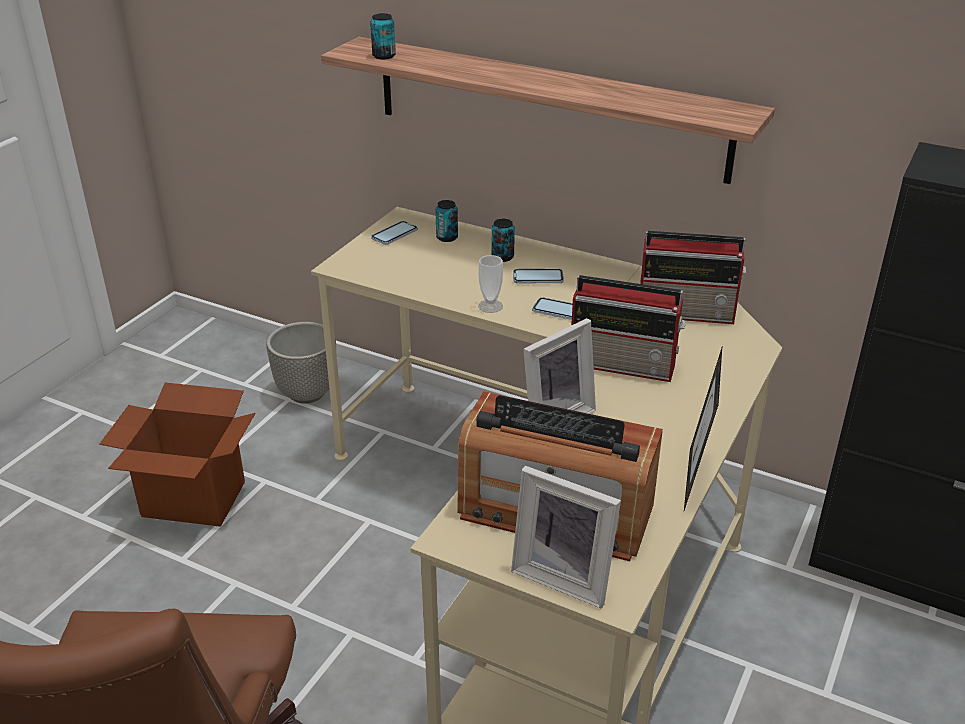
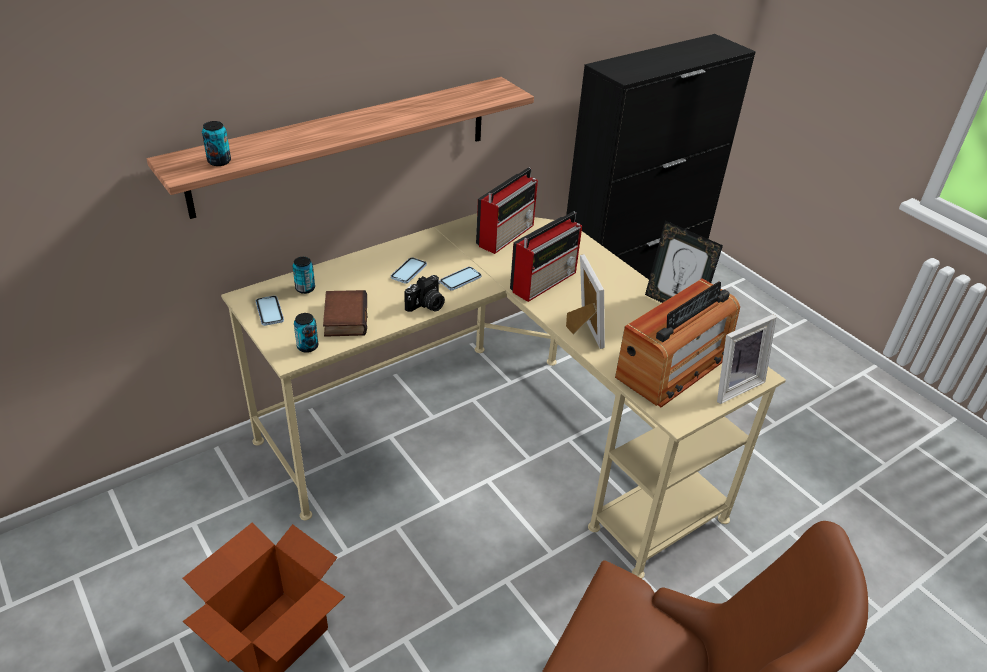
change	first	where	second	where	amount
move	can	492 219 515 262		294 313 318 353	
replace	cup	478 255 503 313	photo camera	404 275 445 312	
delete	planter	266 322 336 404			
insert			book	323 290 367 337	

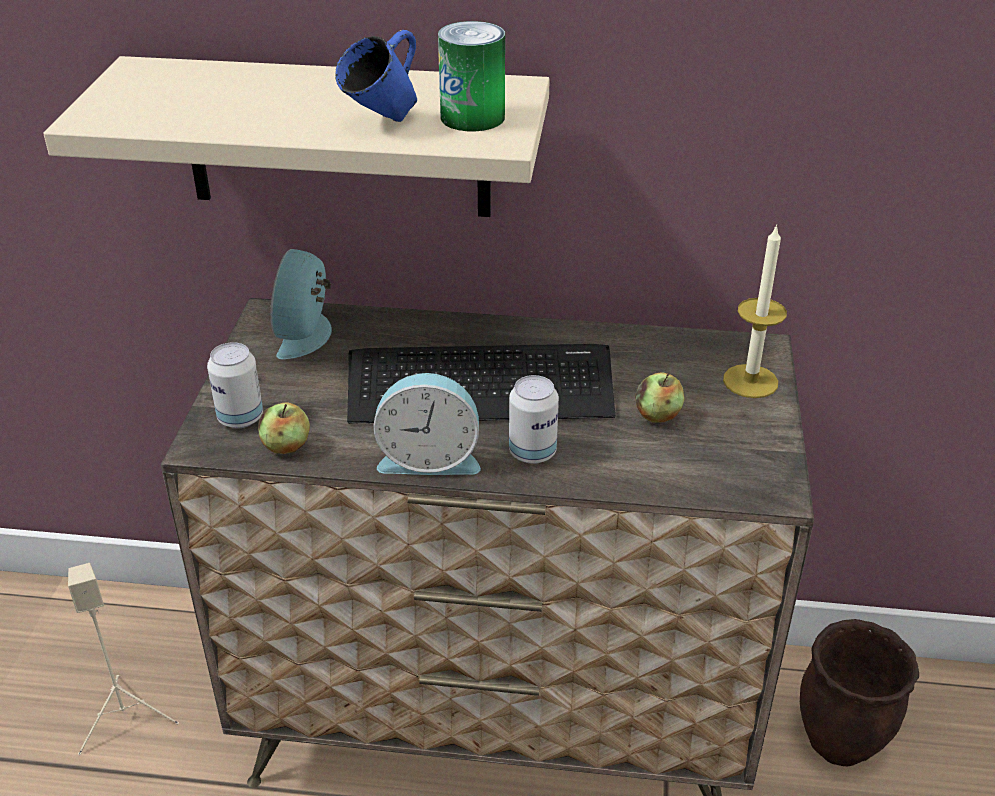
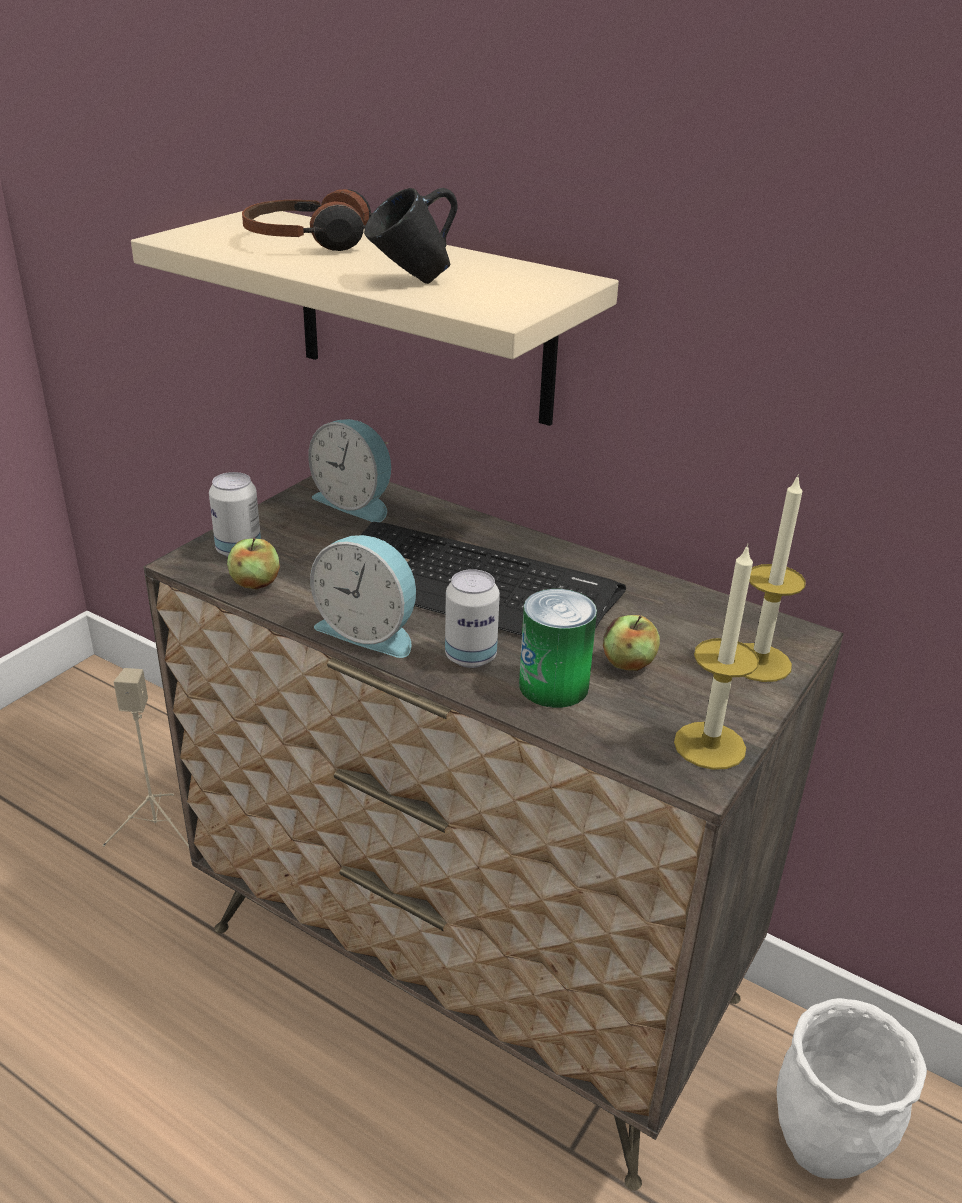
change	first	where	second	where	amount
move	can	438 21 505 131		519 589 597 708	
recolor	blue mug	335 30 417 122	black mug	364 188 458 284	
rotate	alarm clock	270 249 332 359		308 419 391 522	90 degrees counterclockwise
recolor	brown planter	800 619 919 766	white planter	777 998 927 1179	
insert			headphones	242 189 372 251	
insert			candle	674 544 759 770	

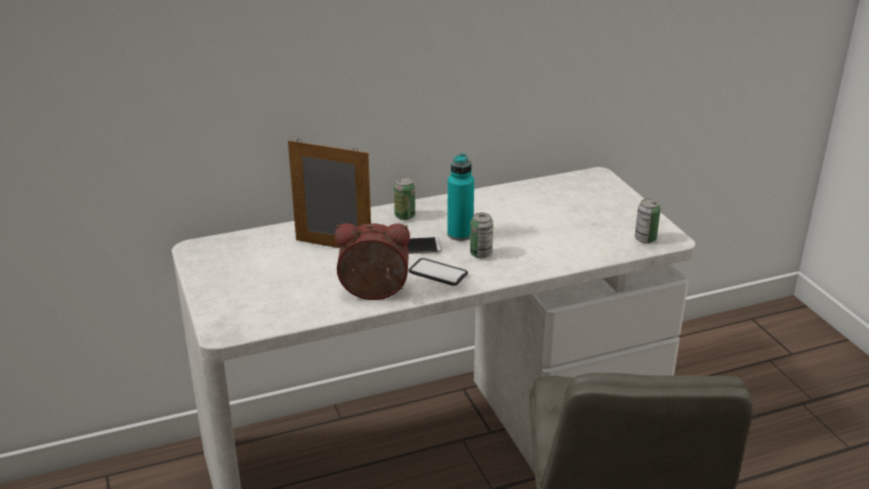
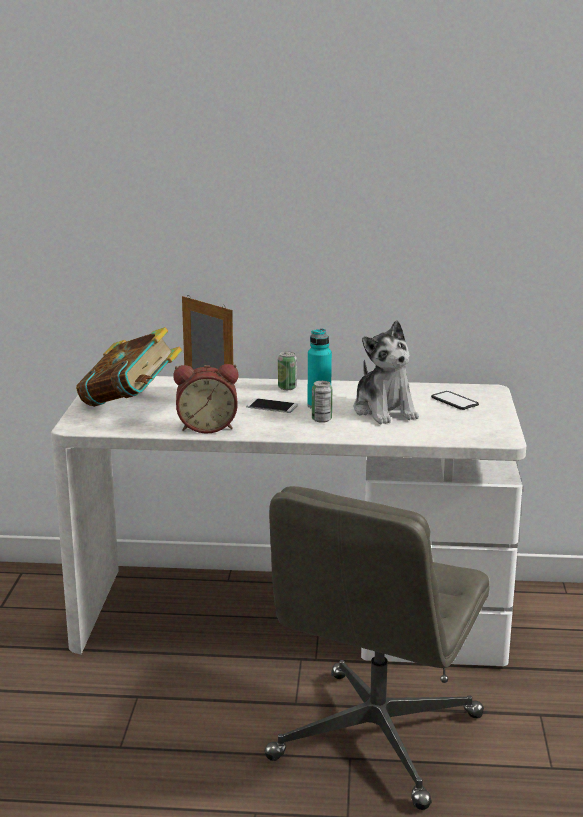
change	first	where	second	where	amount
delete	can	635 199 661 243			
rotate	alarm clock	335 223 410 300		173 364 238 433	150 degrees clockwise
move	phone	409 258 468 286		431 391 479 410	
insert			plush toy	354 320 419 424	
insert			book	76 327 182 407	

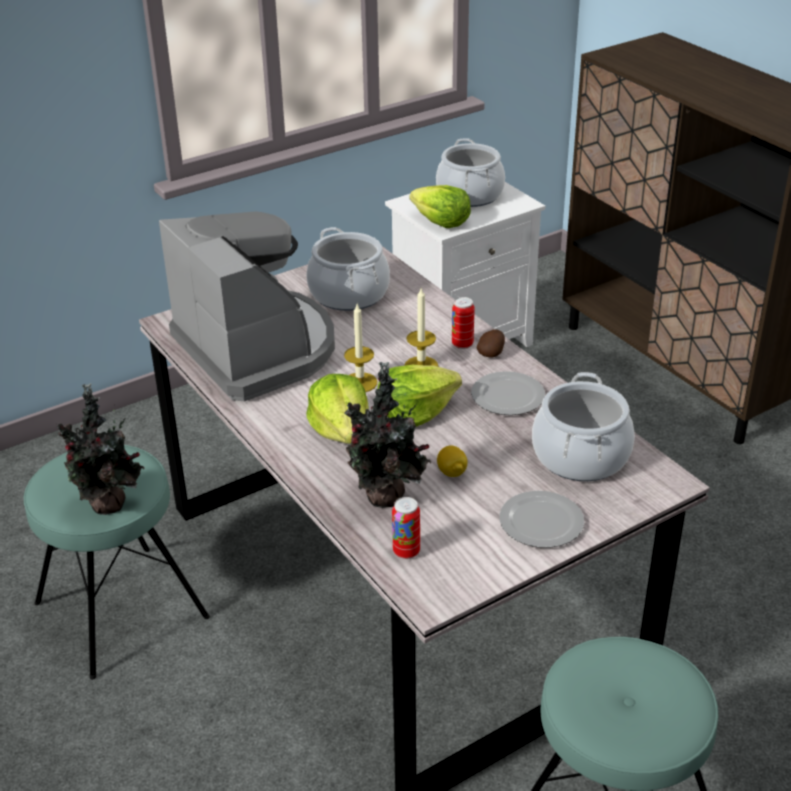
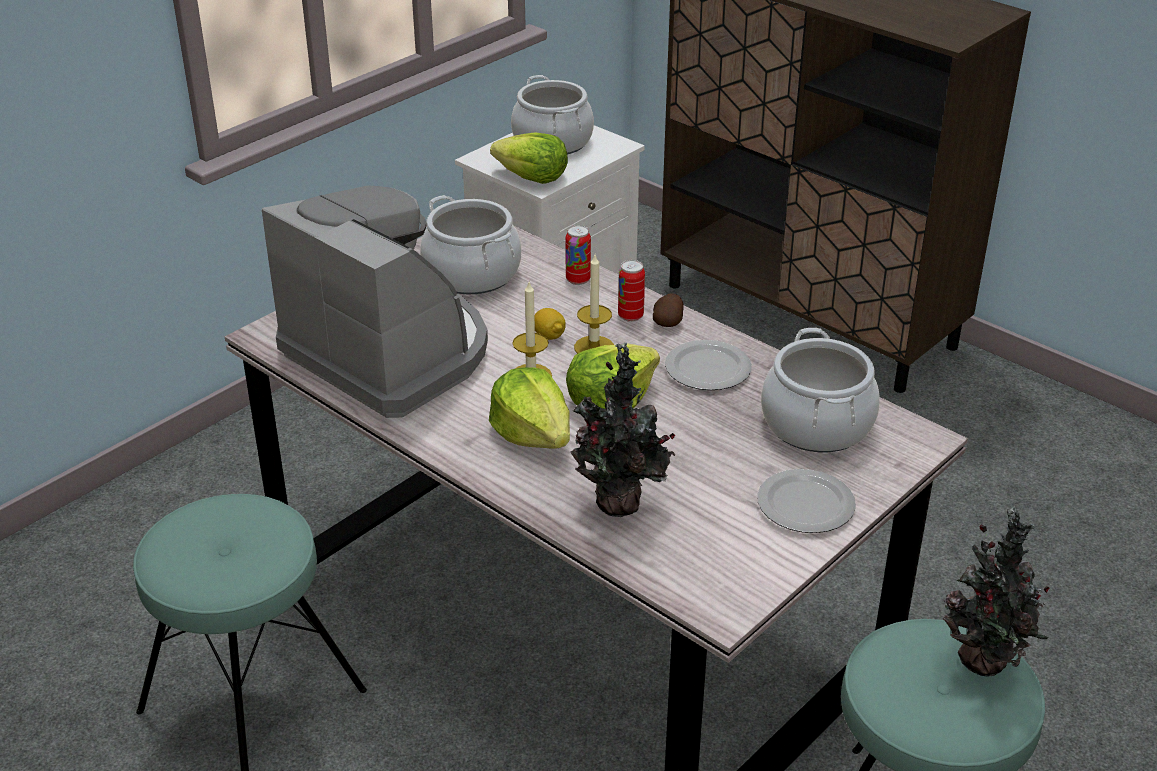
change	first	where	second	where	amount
move	potted plant	57 383 144 515		943 507 1049 676	
move	lemon	437 445 468 477		534 308 566 340	
move	can	392 497 420 559		565 225 591 285	

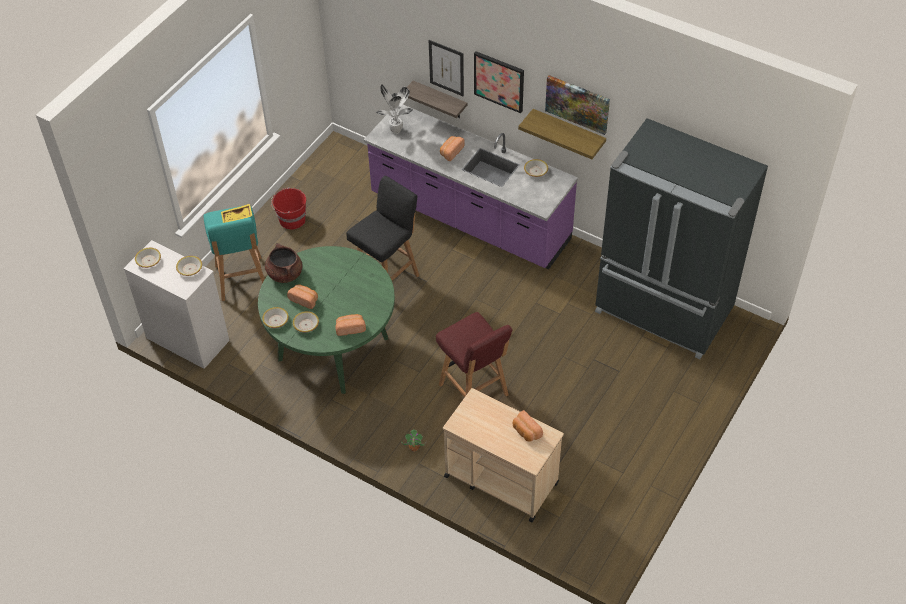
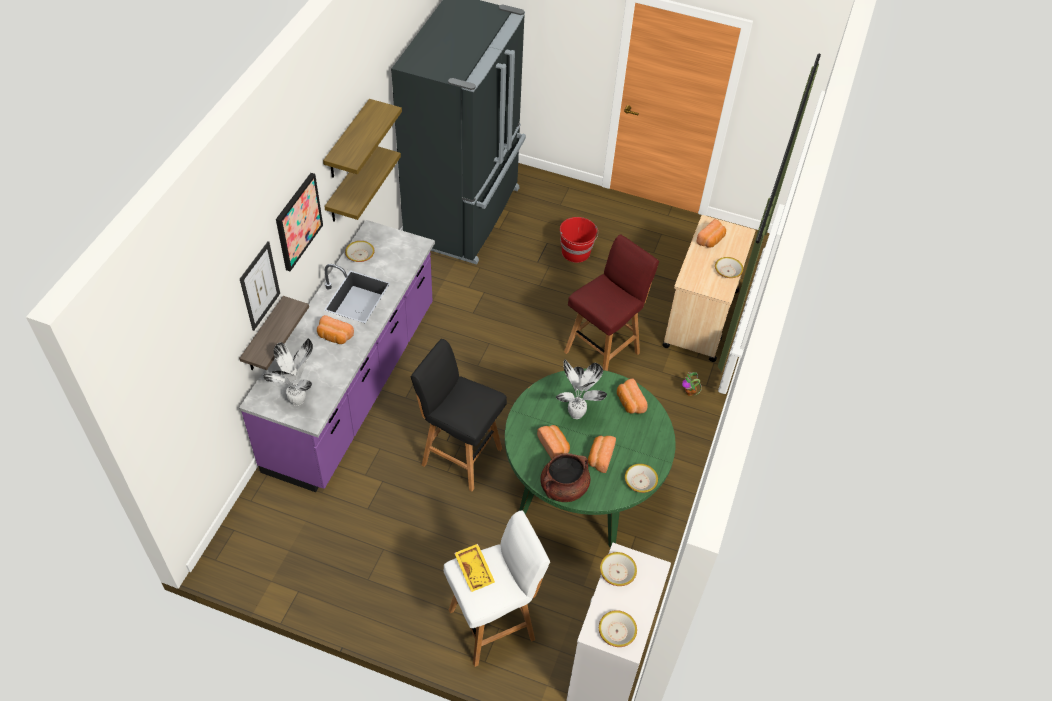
change	first	where	second	where	amount
replace	picture	545 75 610 135	shelf	323 99 402 178	
move	red bucket	271 187 306 230		560 217 598 263	
recolor	turquoise stool	204 206 265 301	white stool	443 510 550 667	
move	bowl	293 311 319 332		715 257 743 278	
insert			potted plant	556 359 607 419	
insert			bread	537 425 570 459	

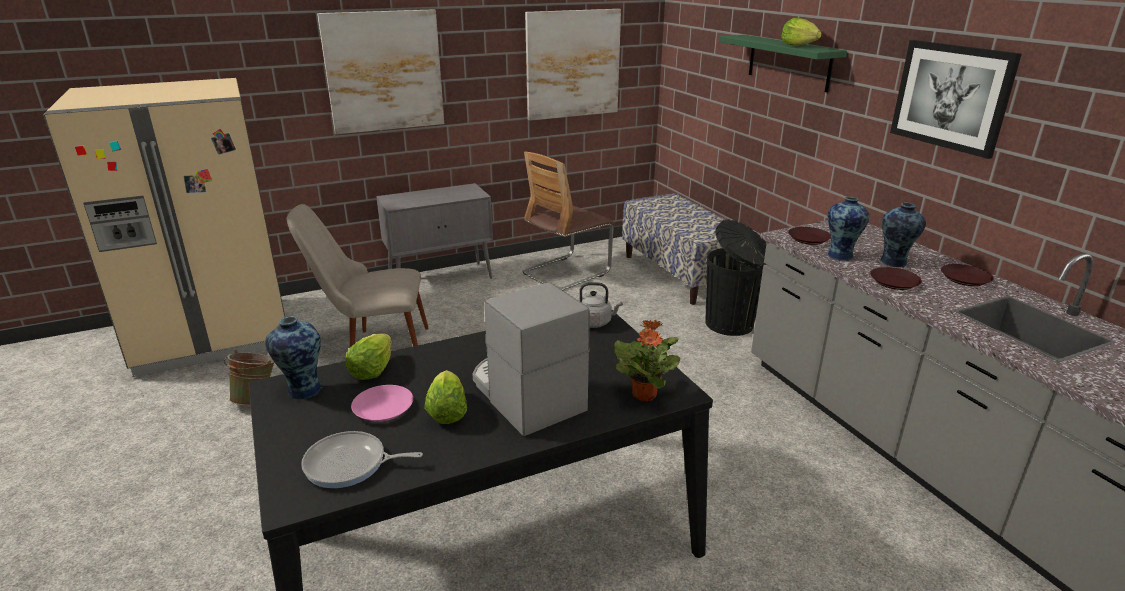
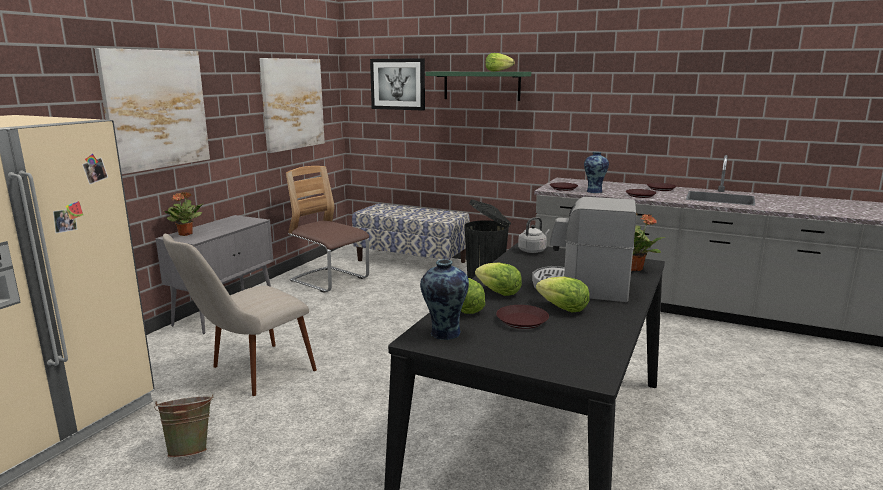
change	first	where	second	where	amount
move	picture	890 40 1022 159		370 58 425 111	
rotate	chair	522 152 614 290		286 166 369 293	120 degrees clockwise
delete	vase	879 202 926 268			
recolor	pink plate	351 385 413 422	brown plate	496 305 549 329	
delete	frying pan	301 431 423 488			
insert			potted plant	165 192 203 236	
insert			lettuce	475 262 522 296	

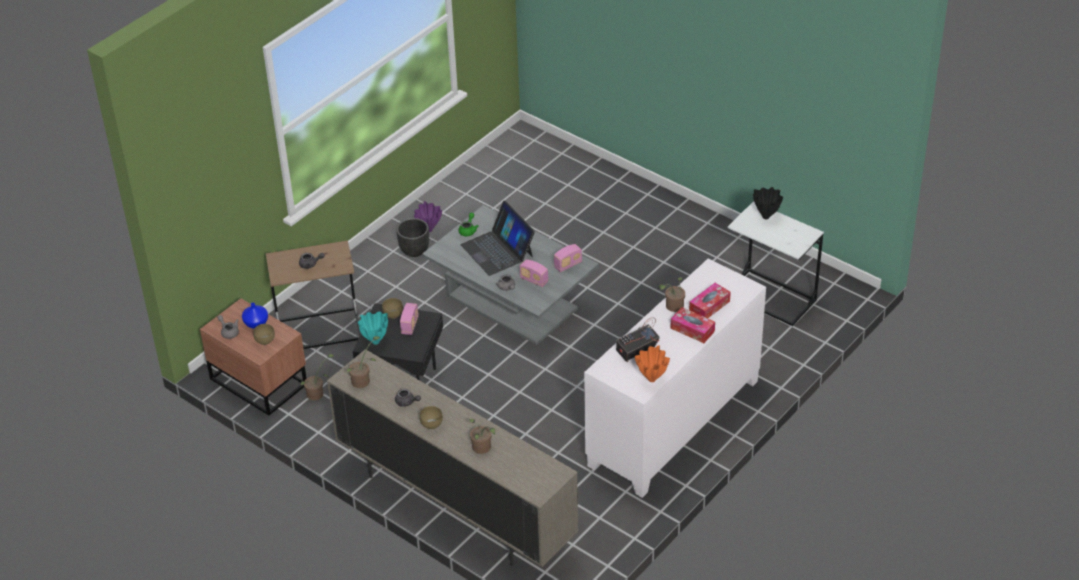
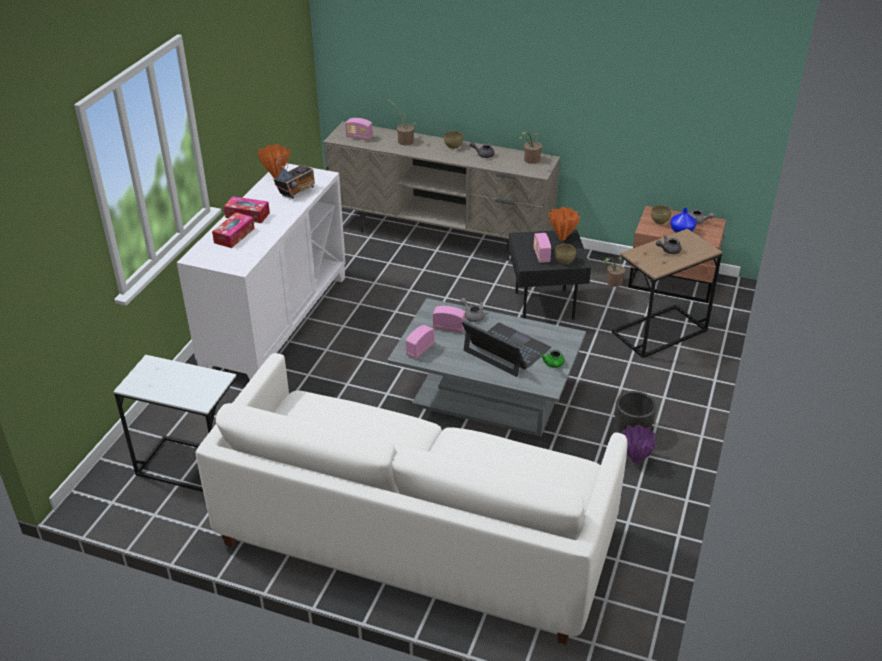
change	first	where	second	where	amount
delete	black vase	753 187 783 219			
delete	potted plant	658 277 685 312			
recolor	turquoise vase	358 311 388 345	orange vase	549 207 580 241	
insert			radio	345 118 373 141	
insert			white sofa	196 353 628 645	

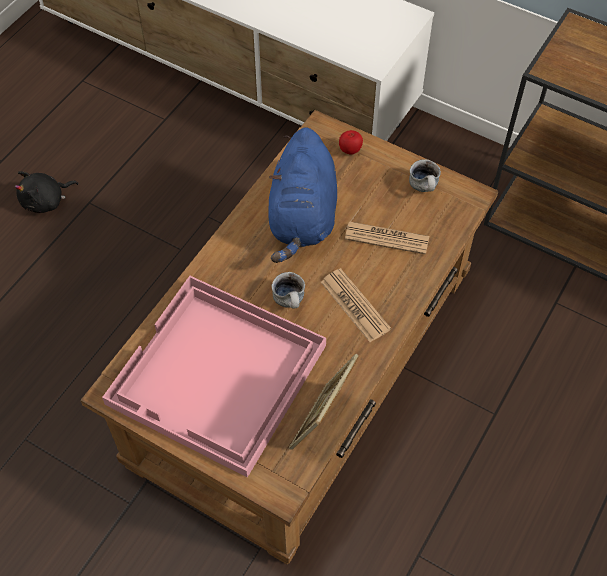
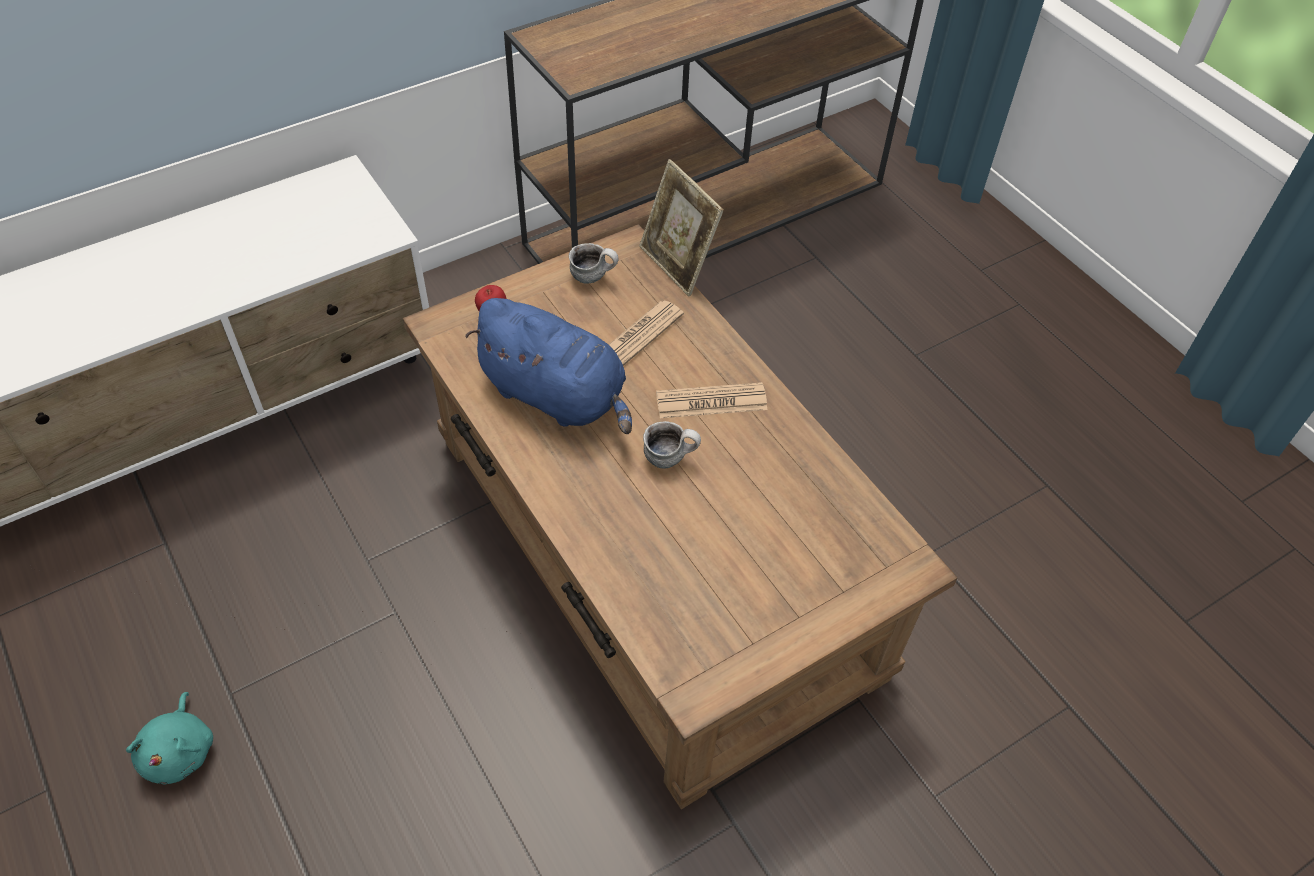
change	first	where	second	where	amount
recolor	black plush toy	15 171 79 213	turquoise plush toy	126 692 213 785	
delete	pink tray	102 276 326 477			
move	picture frame	289 354 359 450		639 159 724 297	

